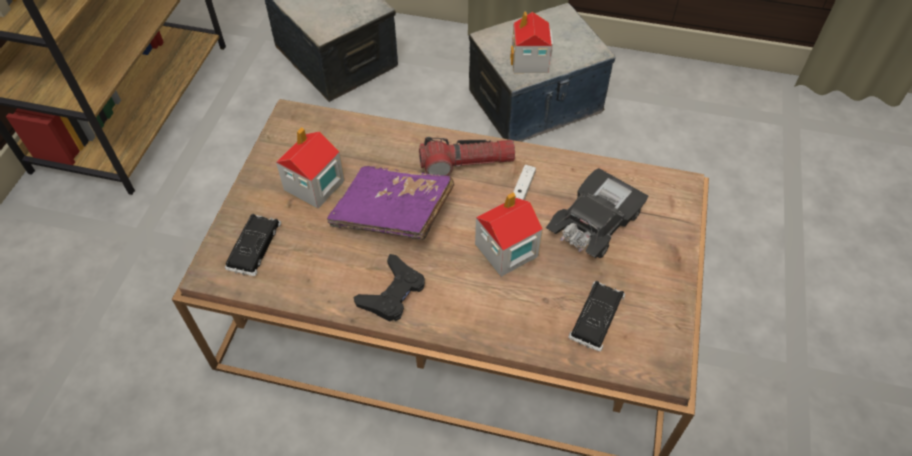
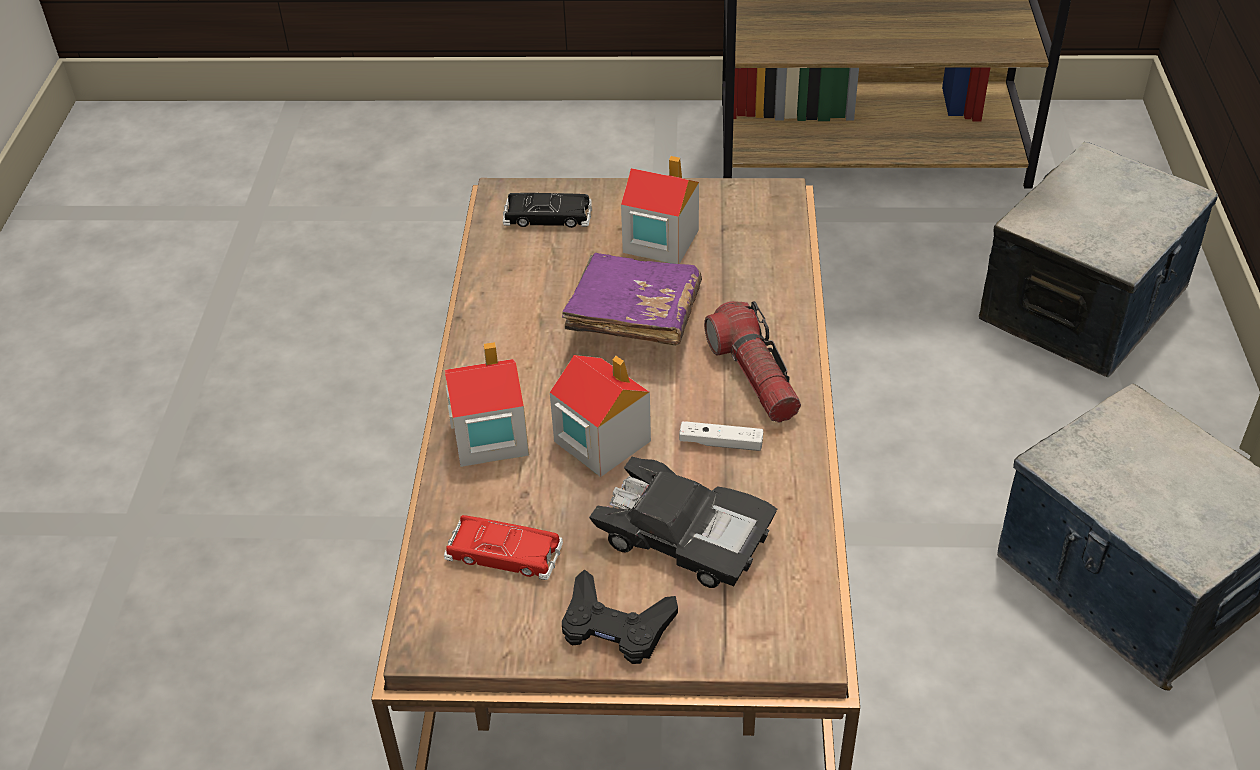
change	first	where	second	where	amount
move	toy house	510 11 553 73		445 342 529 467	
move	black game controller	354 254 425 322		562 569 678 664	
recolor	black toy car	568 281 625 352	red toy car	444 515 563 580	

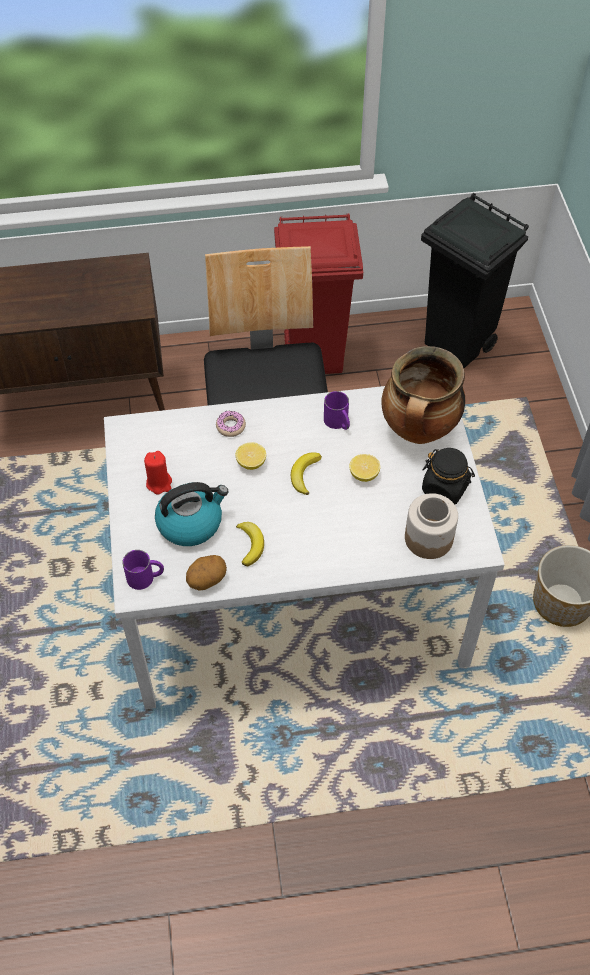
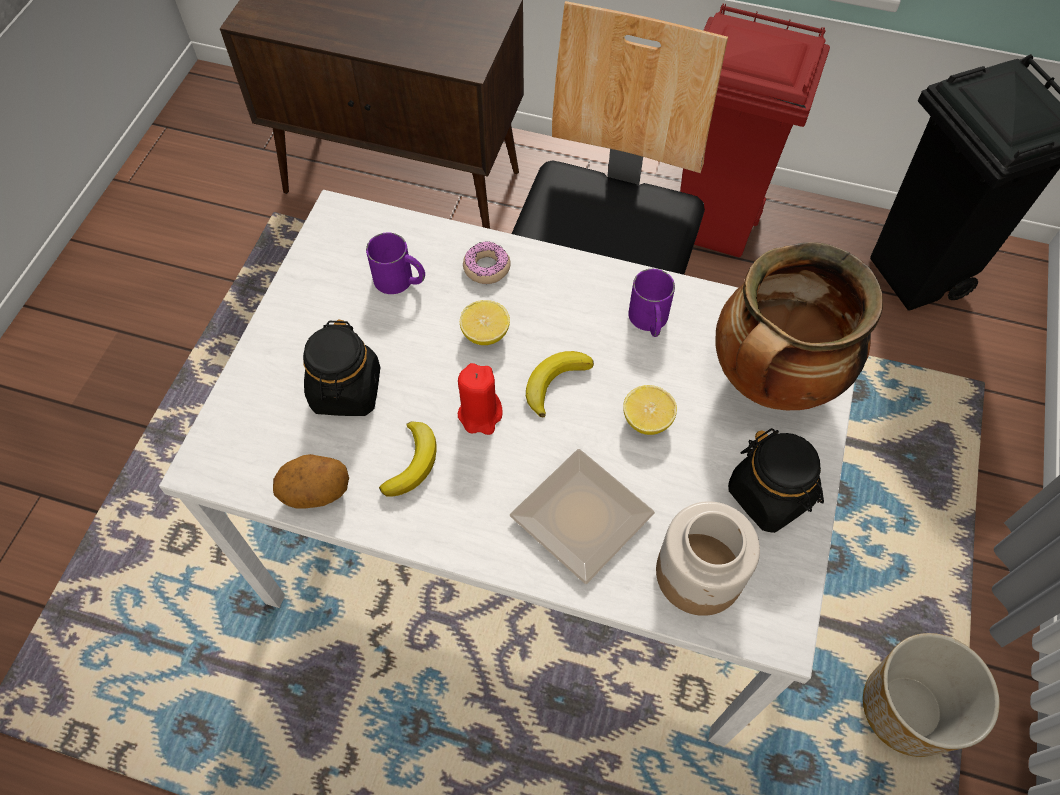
change	first	where	second	where	amount
move	red candle	144 451 172 495		458 363 503 435	
replace	kettle	155 482 229 546	black jar	303 319 380 416	
move	purple mug	123 550 164 590		366 232 425 294	
insert			plate	510 449 655 584	

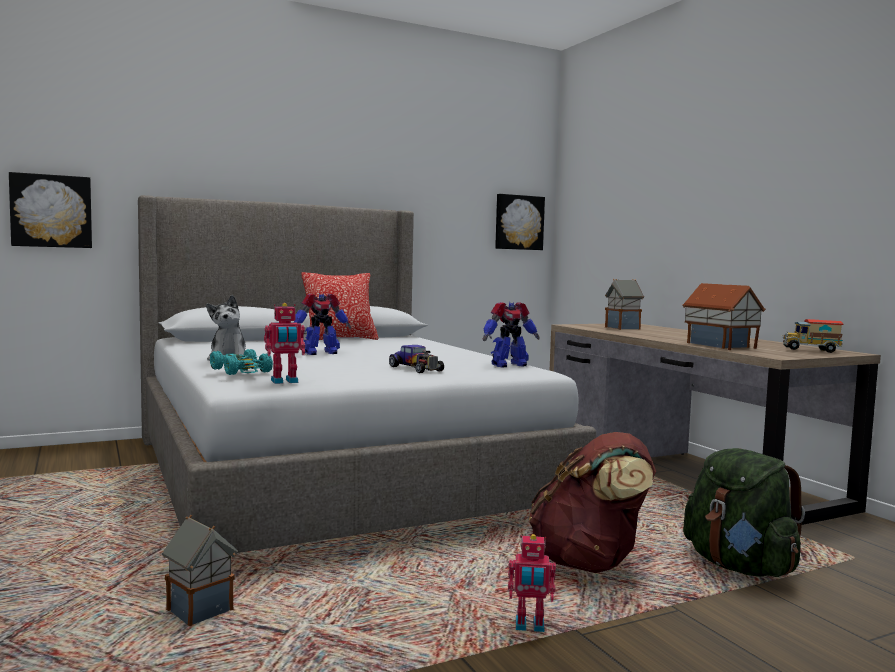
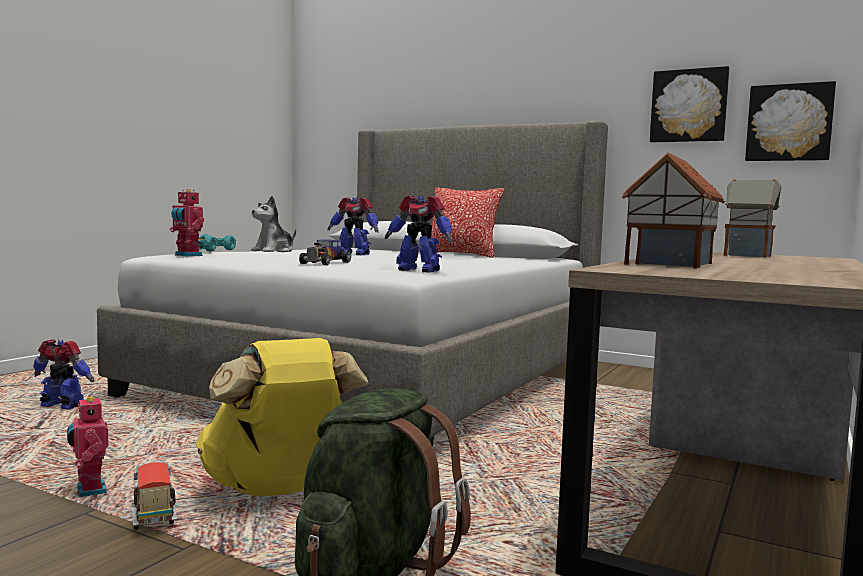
change	first	where	second	where	amount
move	picture	9 172 92 248		650 66 730 142	
move	toy truck	782 319 843 353		132 462 177 530	
recolor	brown backpack	529 432 656 573	yellow backpack	196 338 369 496	
replace	toy house	162 515 238 626	toy robot	33 339 94 409	

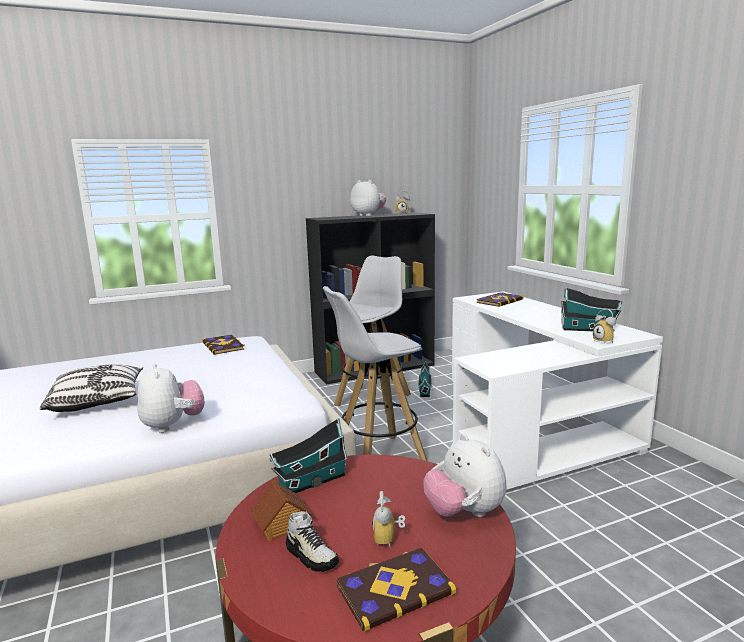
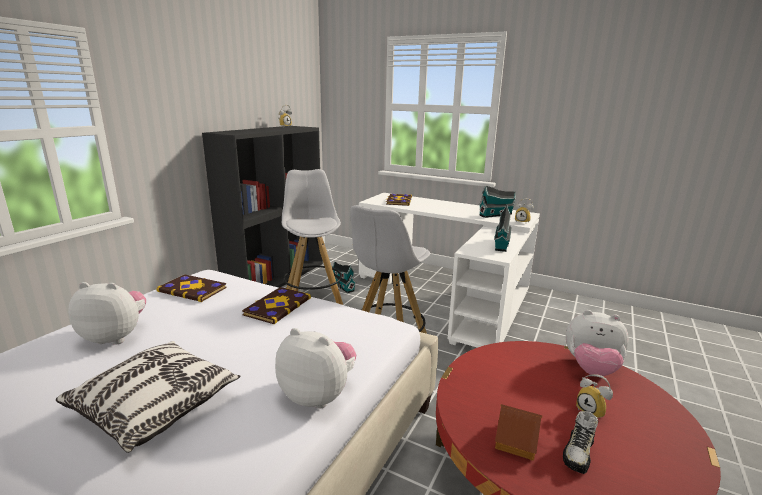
change	first	where	second	where	amount
move	plush toy	350 180 386 216		68 282 146 345	
move	toy house	269 418 348 493		494 205 511 252	
rotate	shoe	286 511 339 572		563 411 598 474	120 degrees clockwise
move	book	336 548 456 632		242 287 311 324	

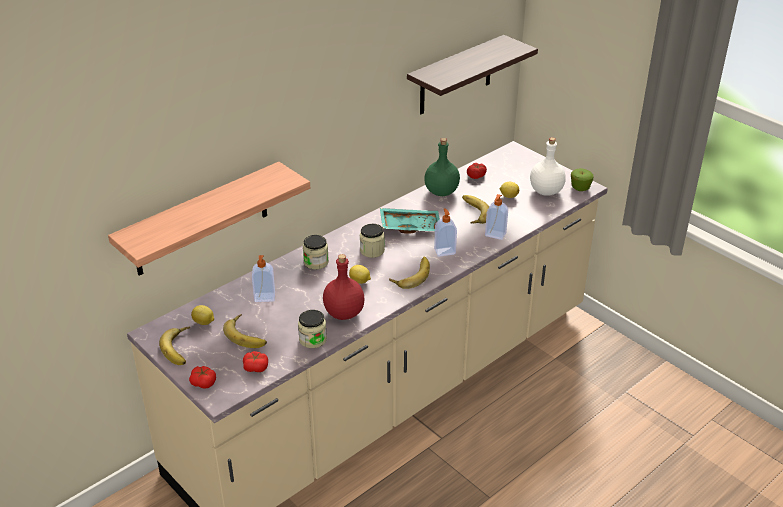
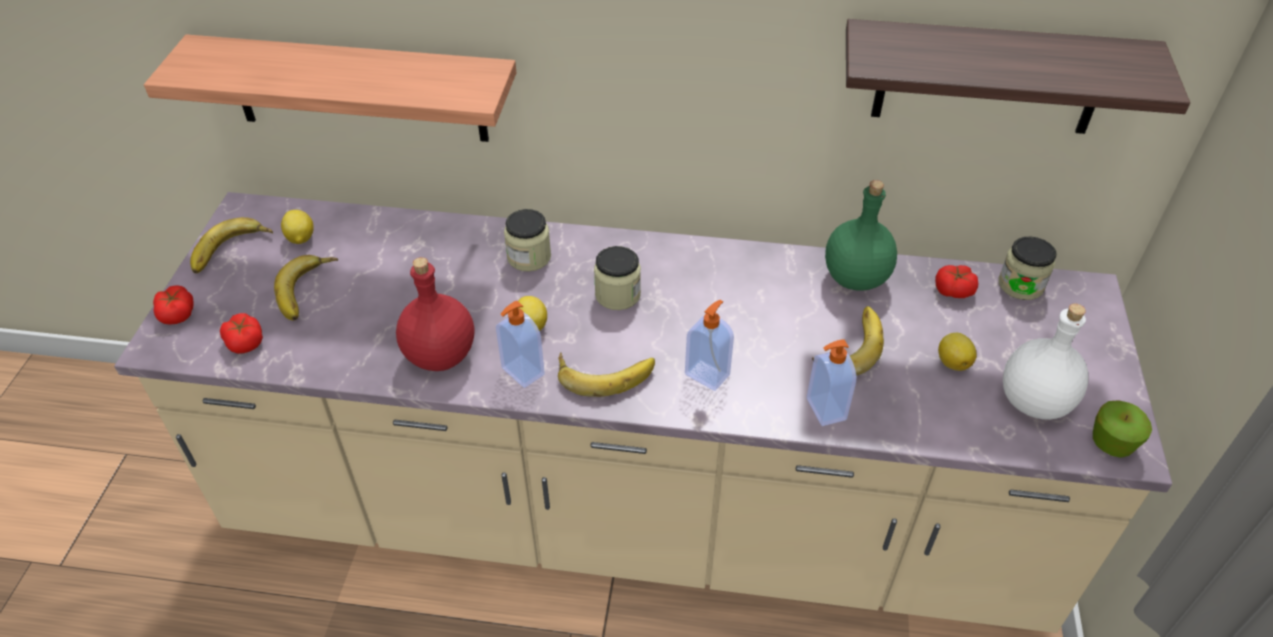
change	first	where	second	where	amount
delete	turquoise tray	380 208 440 234			
move	soap dispenser	252 255 275 302		496 301 545 388	
move	jar	298 310 327 348		998 237 1057 300	

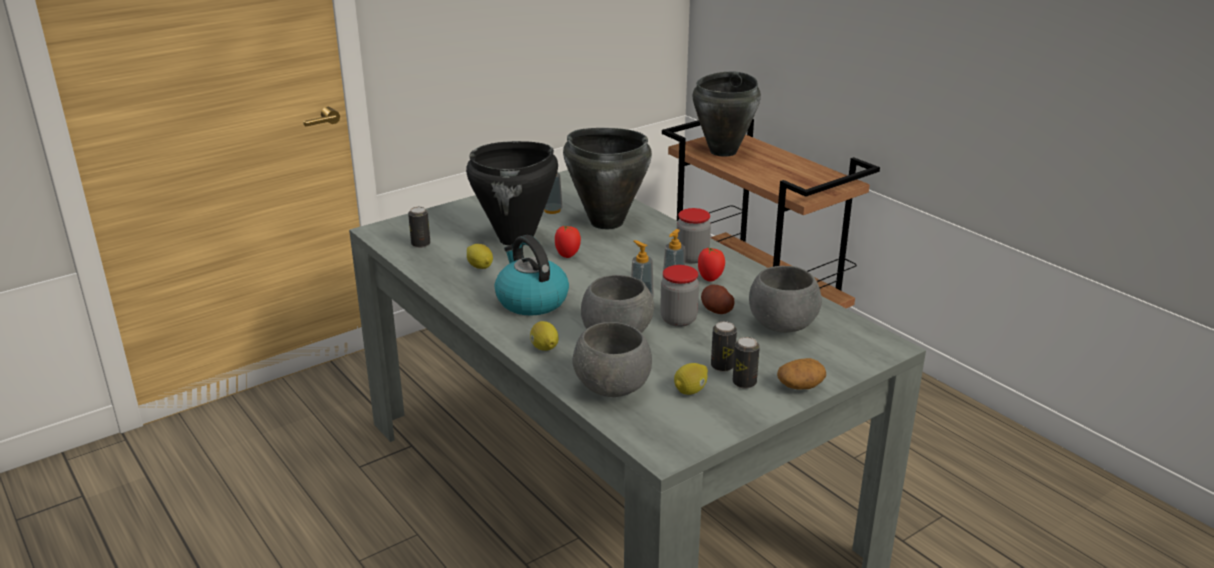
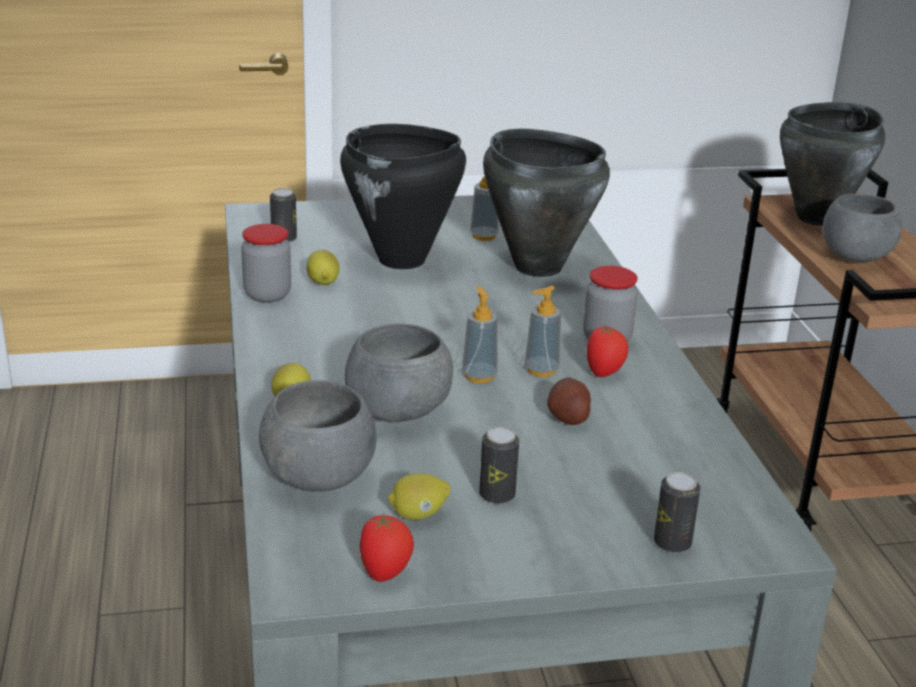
change	first	where	second	where	amount
move	tomato	555 225 581 258		360 512 414 582	
delete	kettle	495 235 569 316			
move	jar	660 265 699 327		241 224 291 303	
move	grey bowl	749 266 822 333		822 194 902 262	
move	can	732 337 760 388		654 472 700 553	
delete	potato	777 358 826 389			

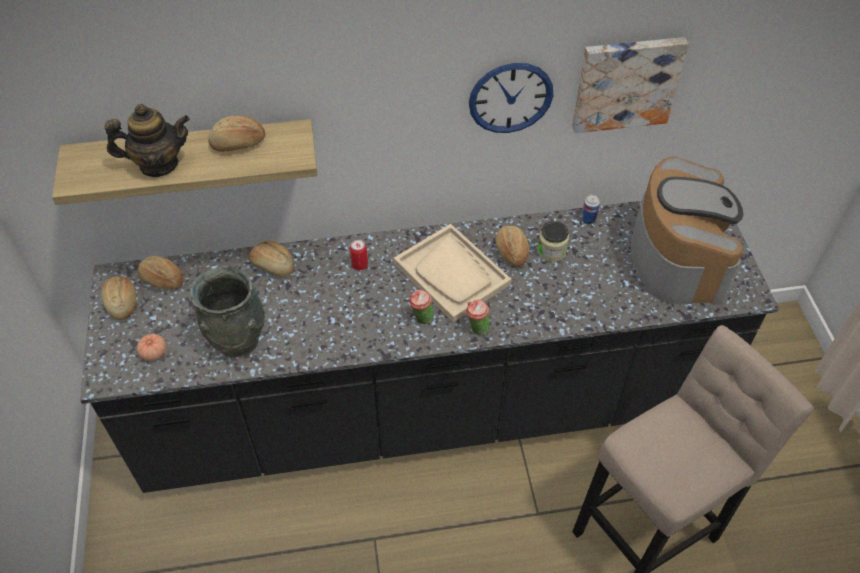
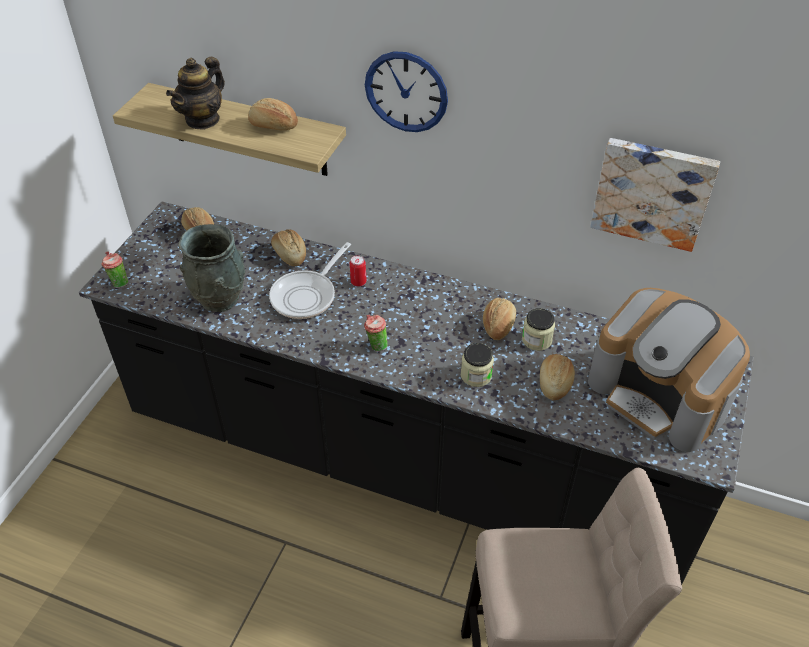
change	first	where	second	where	amount
move	wall clock	469 63 554 133		365 51 448 132	
rotate	teapot	105 104 190 177		166 57 225 130	105 degrees clockwise
rotate	coffee machine	631 156 743 304		588 288 750 452	105 degrees clockwise
delete	can	581 194 600 224			
delete	beige tray	394 224 511 323			
move	bread	101 276 136 320		540 354 575 400	
move	cup	466 299 490 335		101 251 128 288	
delete	tomato	137 334 166 361			
insert			frying pan	269 242 351 319	
insert			jar	461 343 494 387	

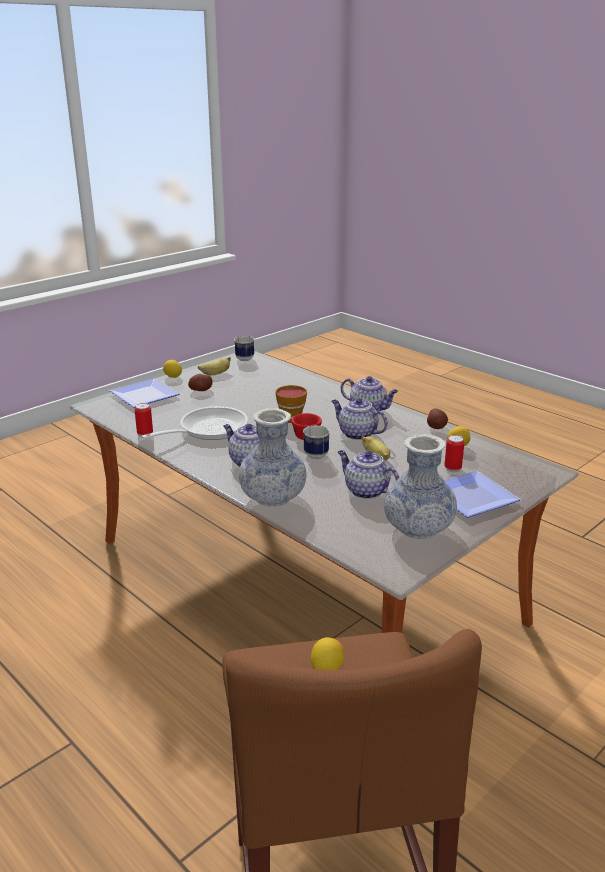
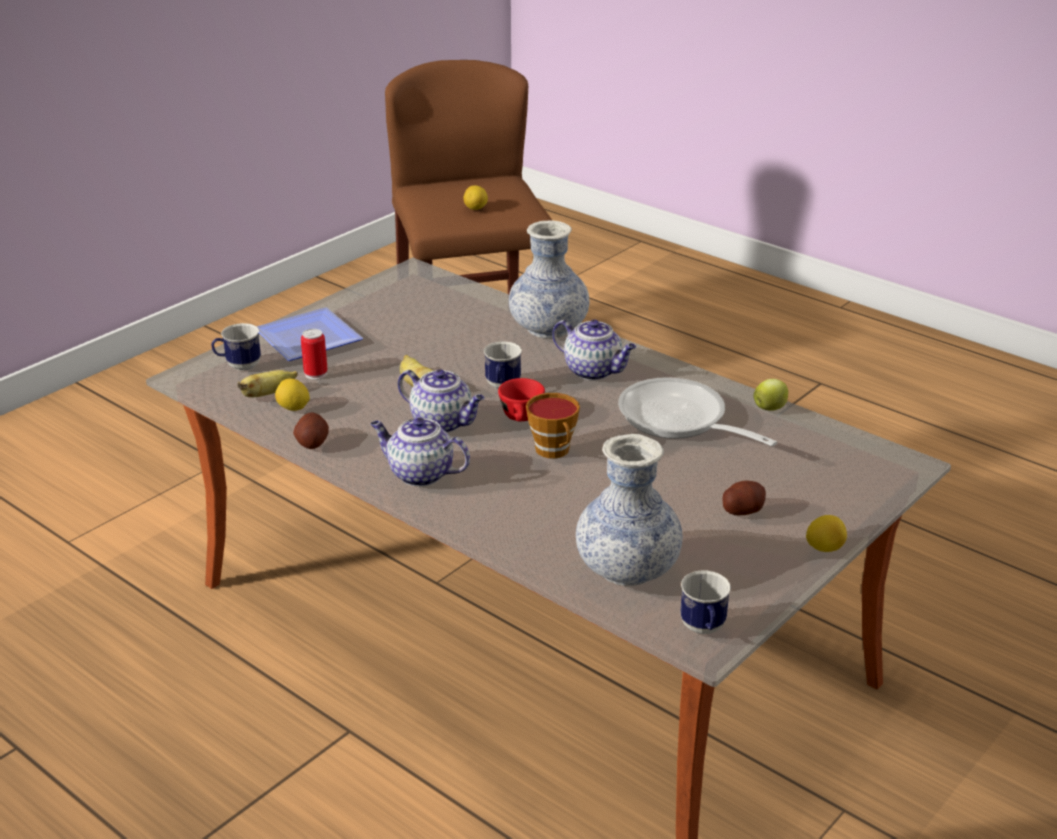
change	first	where	second	where	amount
move	banana	198 357 231 375		237 370 298 397	
delete	plate	109 378 180 408			
replace	can	135 403 153 437	apple	753 379 788 411	
rotate	frying pan	141 406 248 440		618 377 777 446	90 degrees clockwise
move	vase	384 434 457 539		576 434 683 586	
delete	teapot	338 450 399 499			
insert			mug	211 323 261 371	

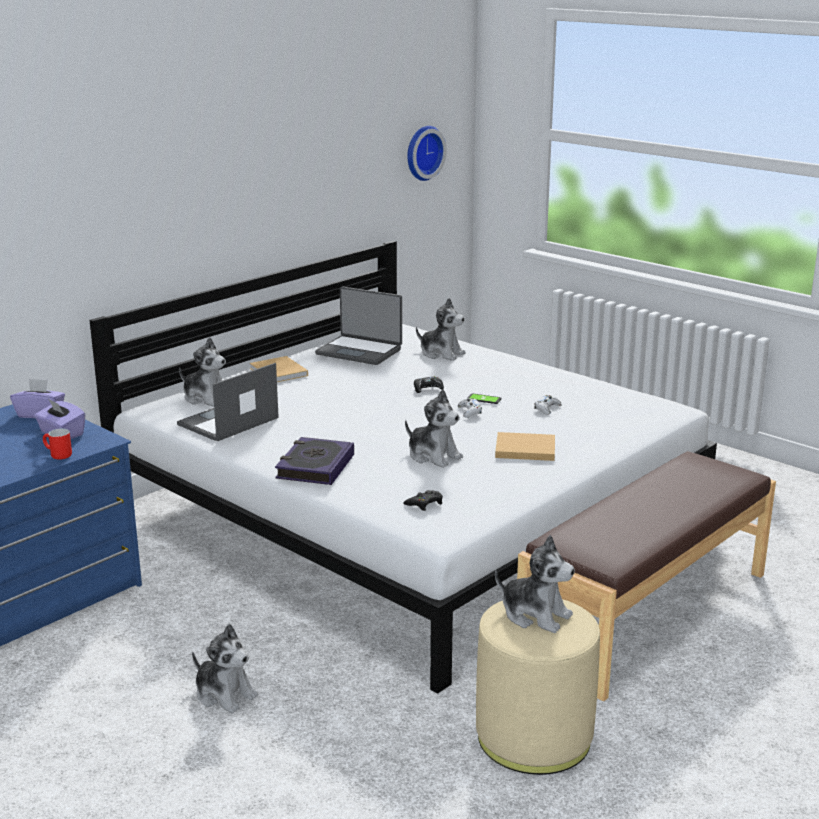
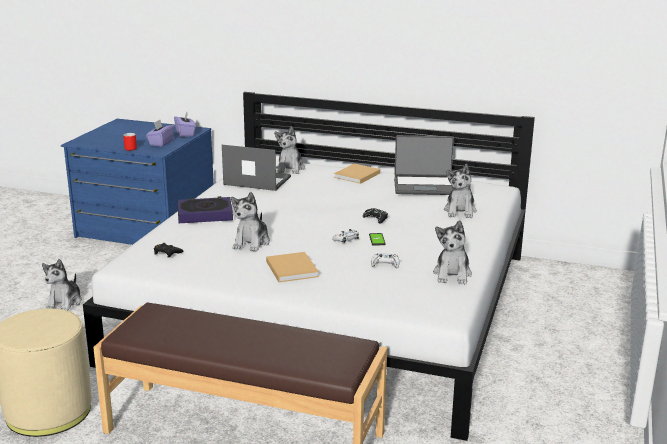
change	first	where	second	where	amount
delete	wall clock	407 126 447 181			
rotate	laptop	315 287 402 365		394 135 454 195	90 degrees counterclockwise
move	plush toy	495 535 575 633		433 220 472 285	

